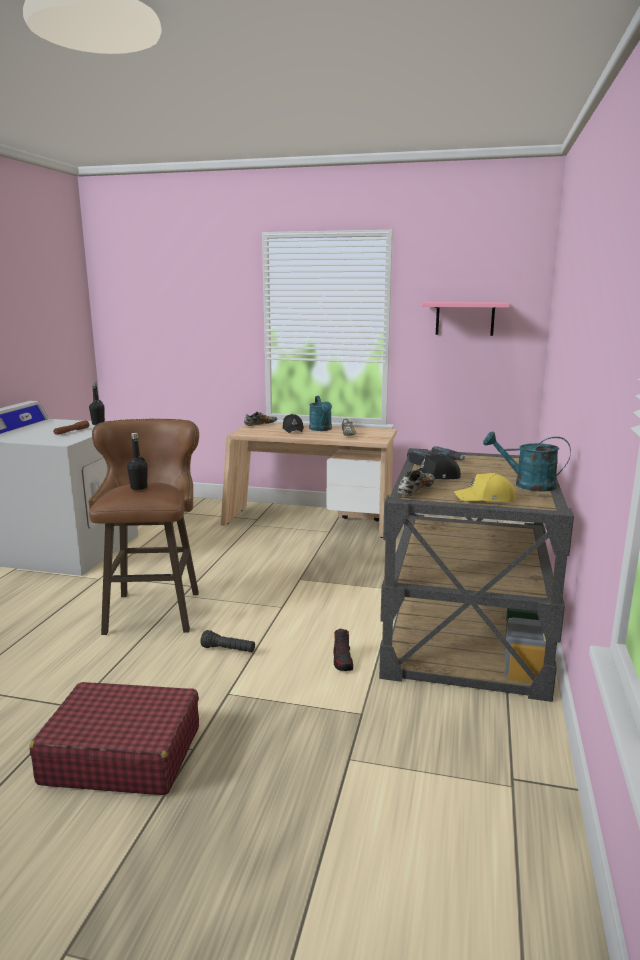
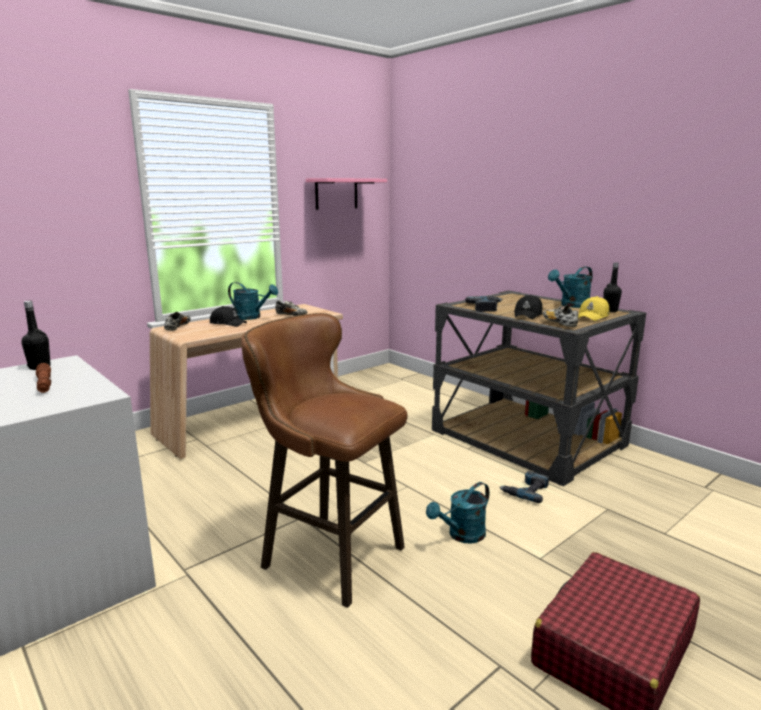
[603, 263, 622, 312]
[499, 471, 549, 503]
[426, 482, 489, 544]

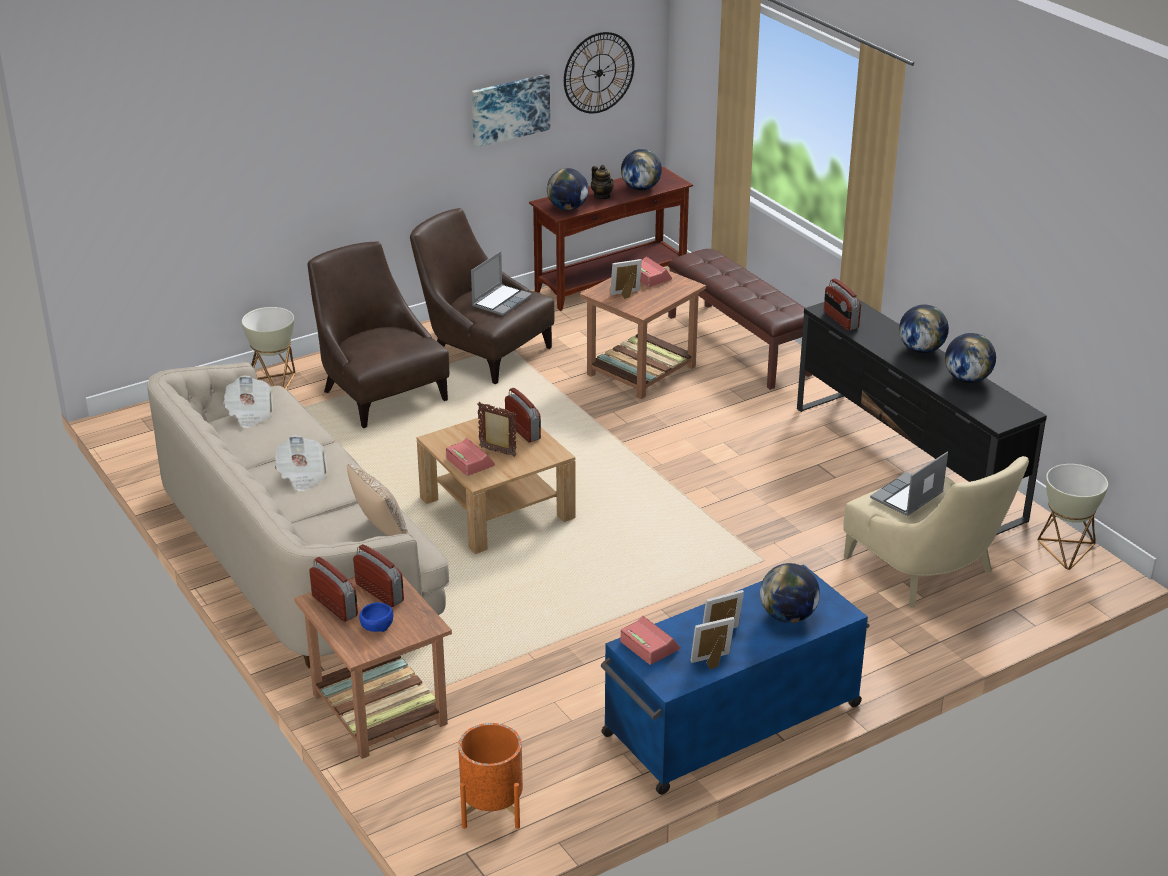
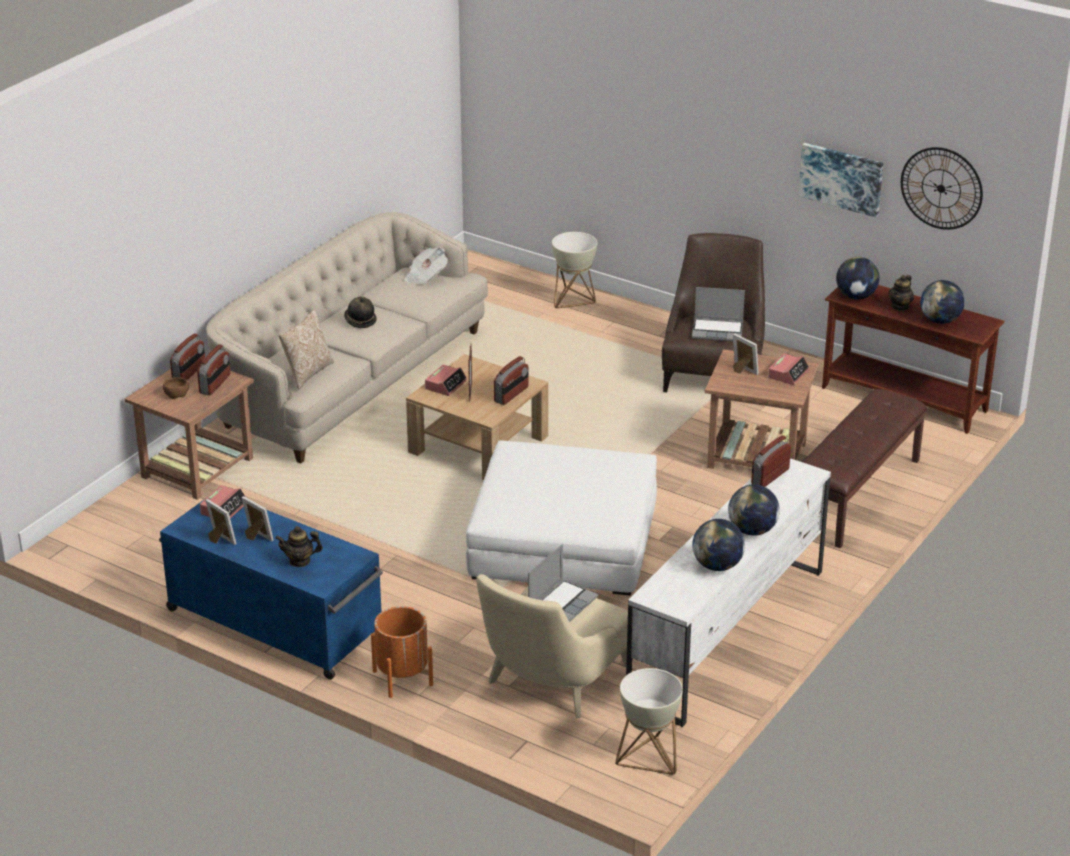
[308, 242, 449, 428] (first image)
[626, 458, 831, 727]
[344, 297, 377, 328]
[528, 544, 598, 622]
[275, 526, 323, 567]
[163, 377, 189, 399]
[371, 606, 433, 698]
[466, 440, 657, 596]

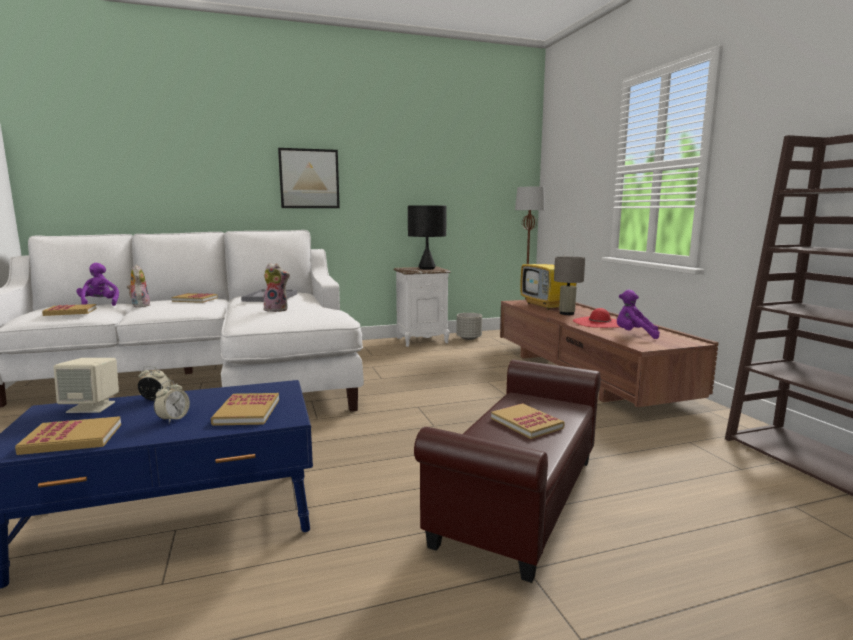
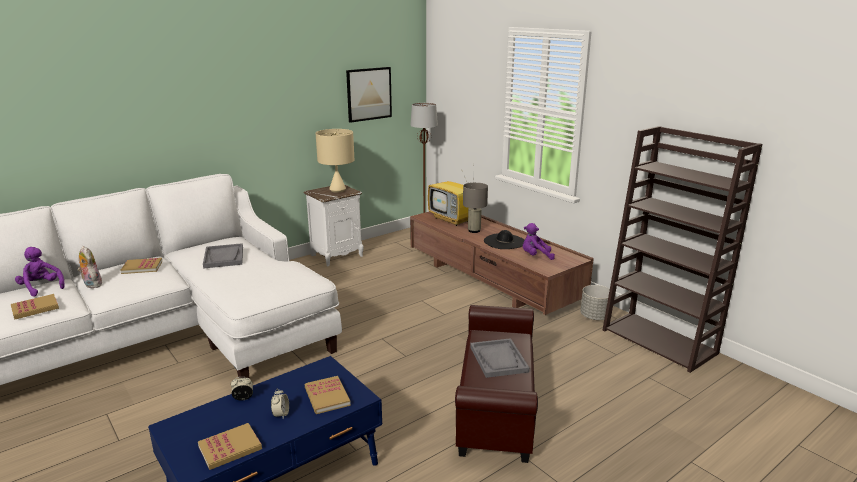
[346, 67, 392, 123]
[316, 129, 354, 193]
[263, 263, 290, 312] (first image)
[484, 230, 525, 249]
[580, 285, 610, 320]
[54, 358, 119, 413] (first image)
[470, 338, 529, 378]

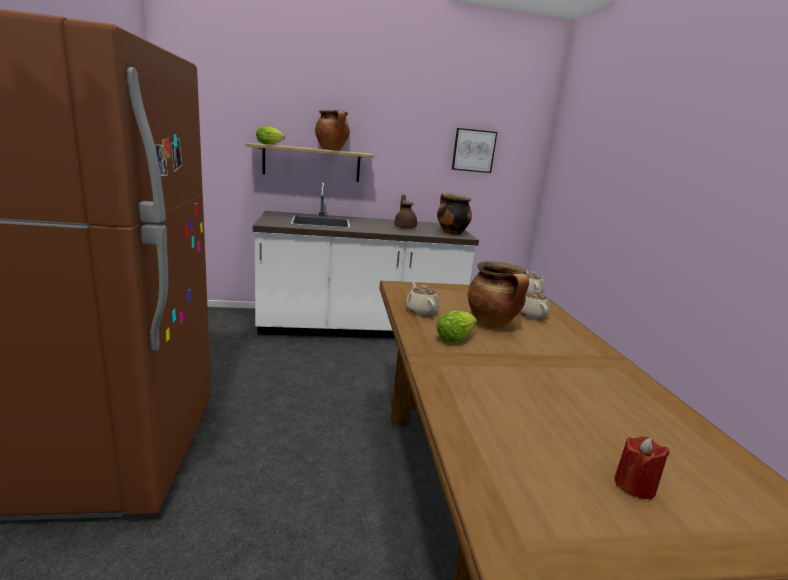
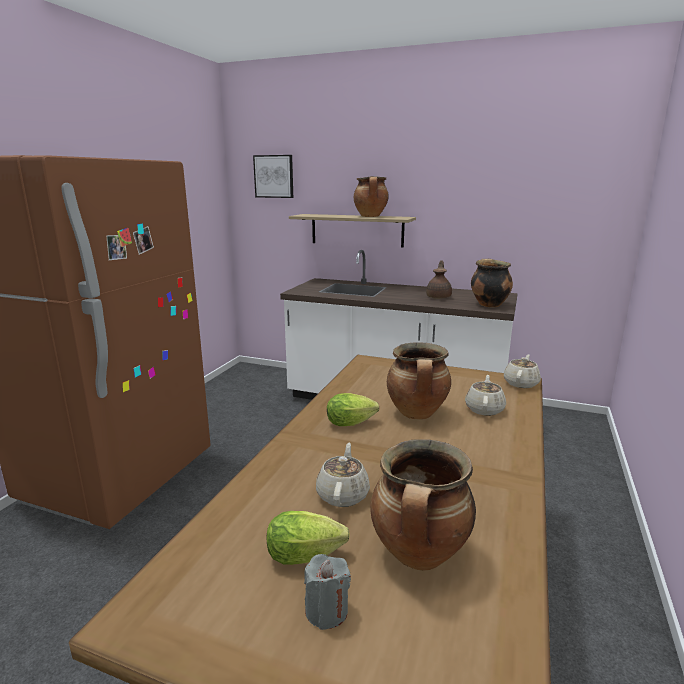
[267, 511, 350, 565]
[253, 155, 293, 198]
[316, 443, 370, 507]
[304, 554, 351, 630]
[370, 439, 476, 571]

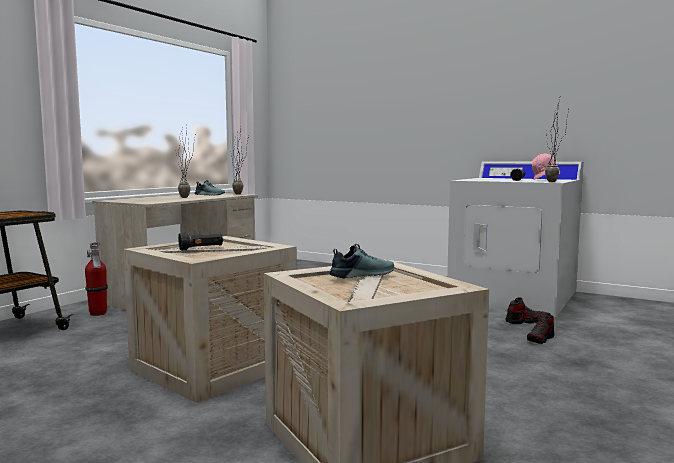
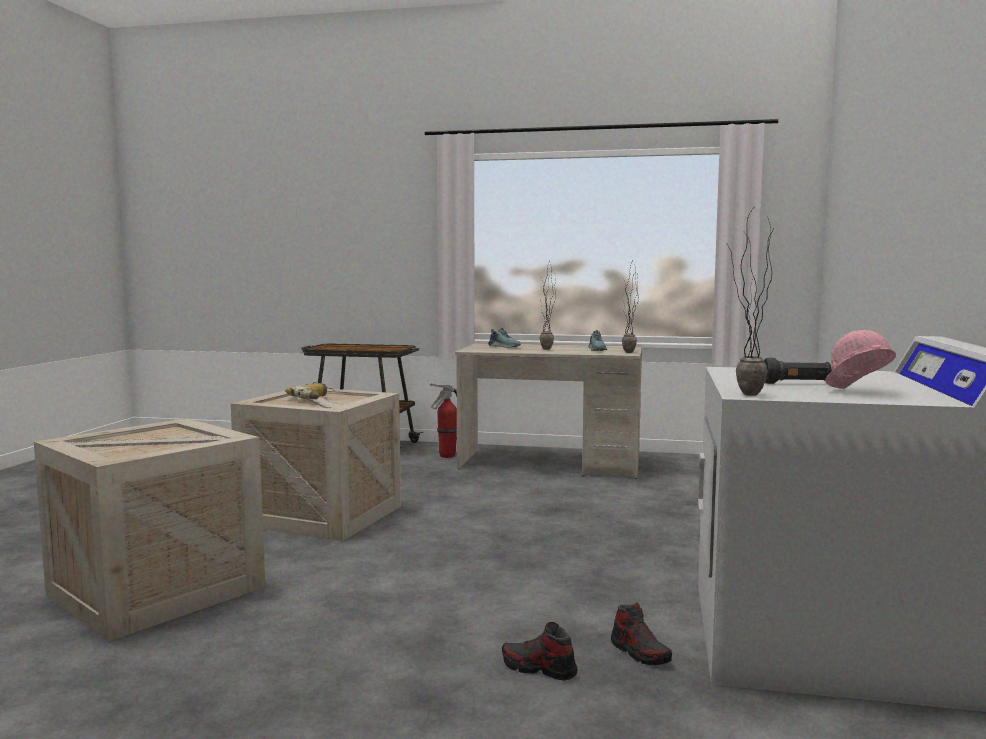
[285, 382, 335, 399]
[488, 328, 521, 348]

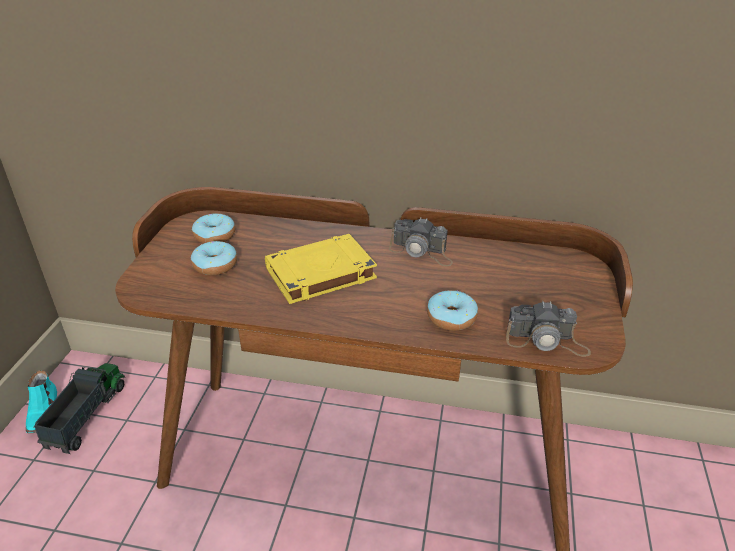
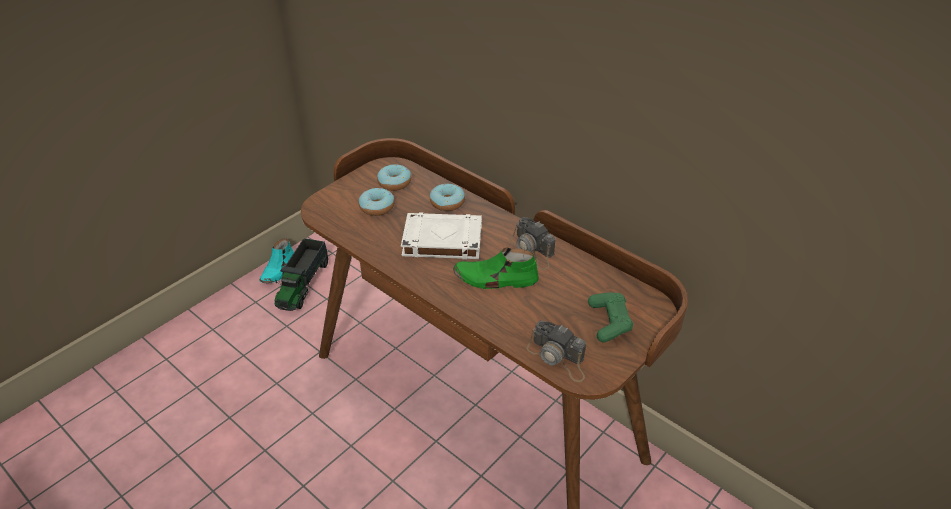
[401, 212, 482, 260]
[430, 184, 465, 211]
[275, 238, 328, 311]
[453, 247, 539, 289]
[588, 292, 633, 343]

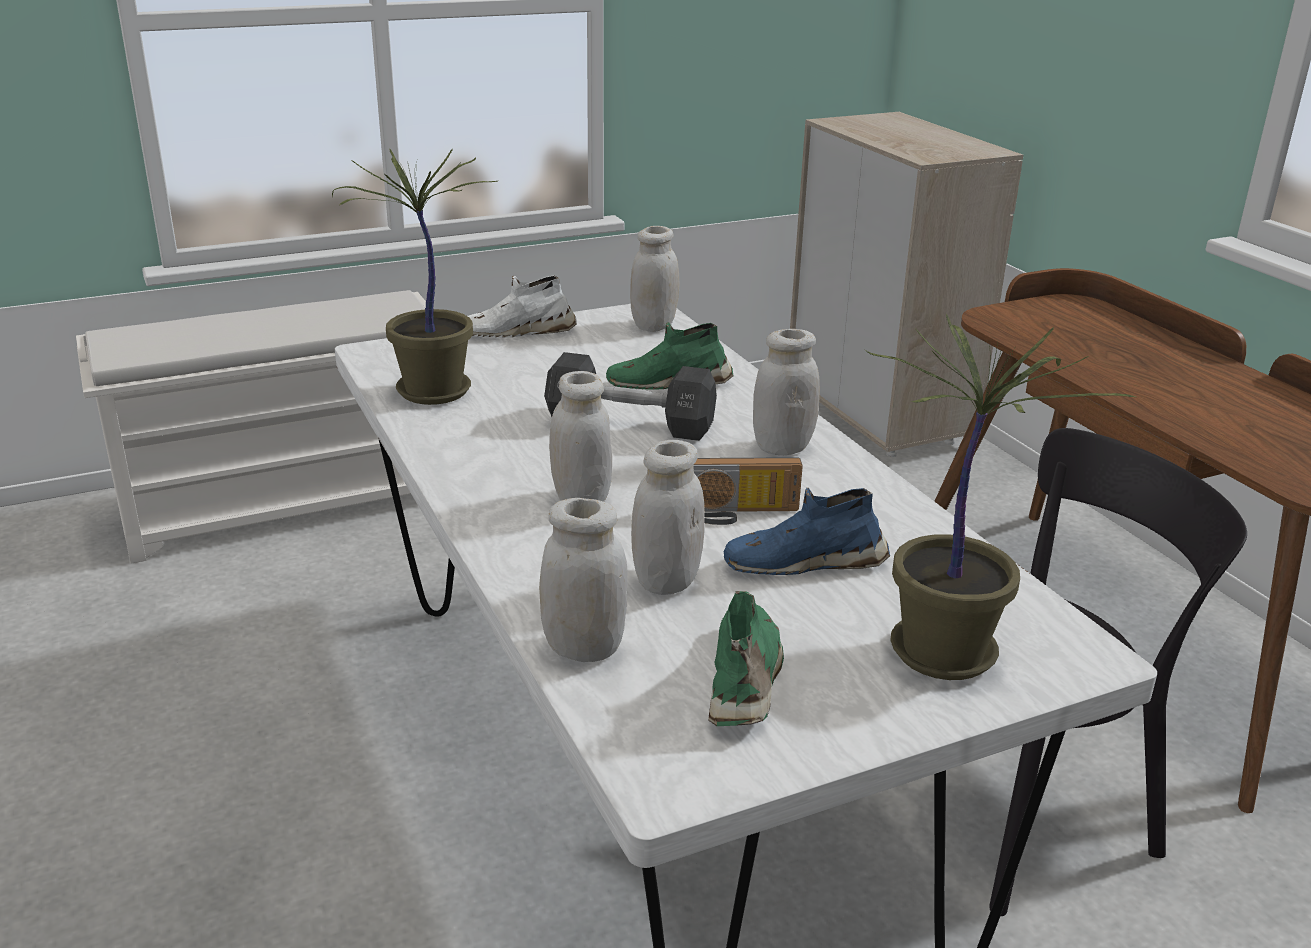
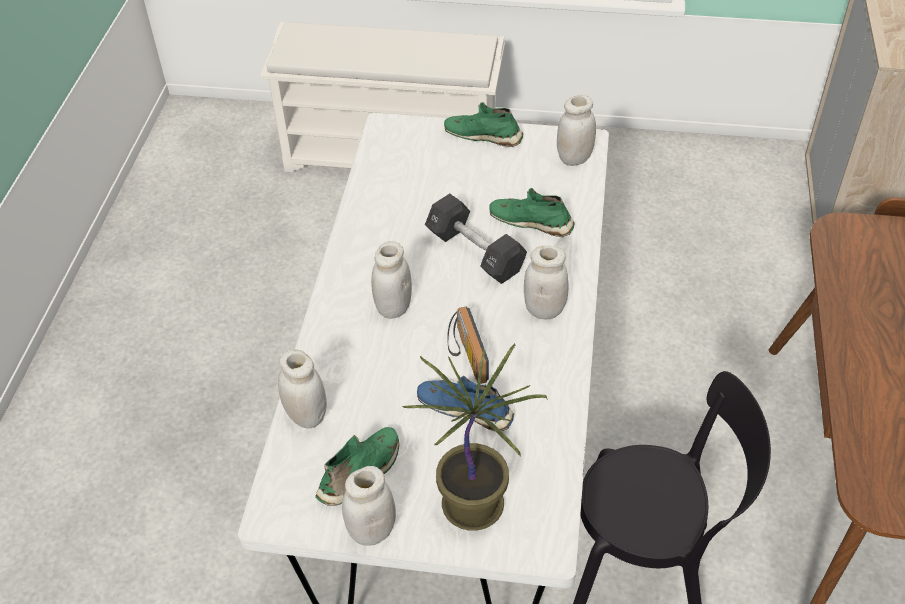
[332, 148, 499, 405] (first image)
[444, 102, 523, 147]
[342, 466, 396, 545]
[447, 306, 489, 384]

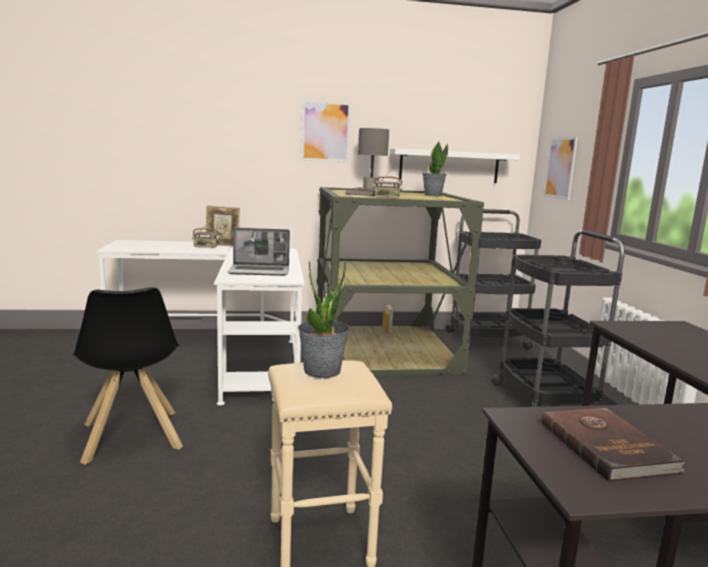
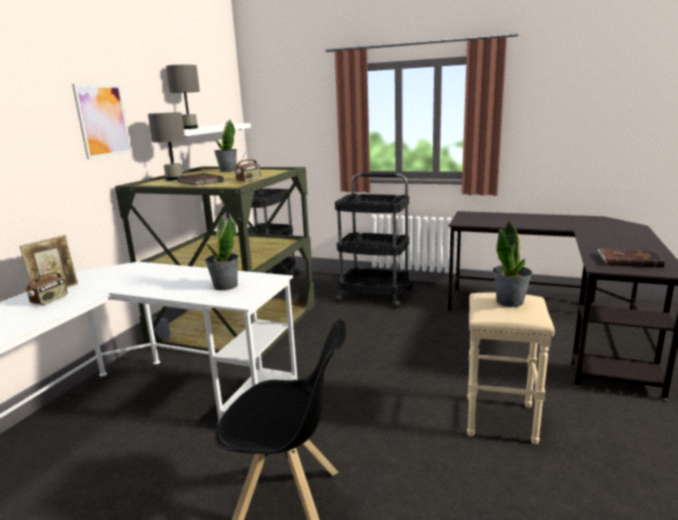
[543, 136, 578, 200] (first image)
[205, 216, 239, 290]
[166, 65, 200, 129]

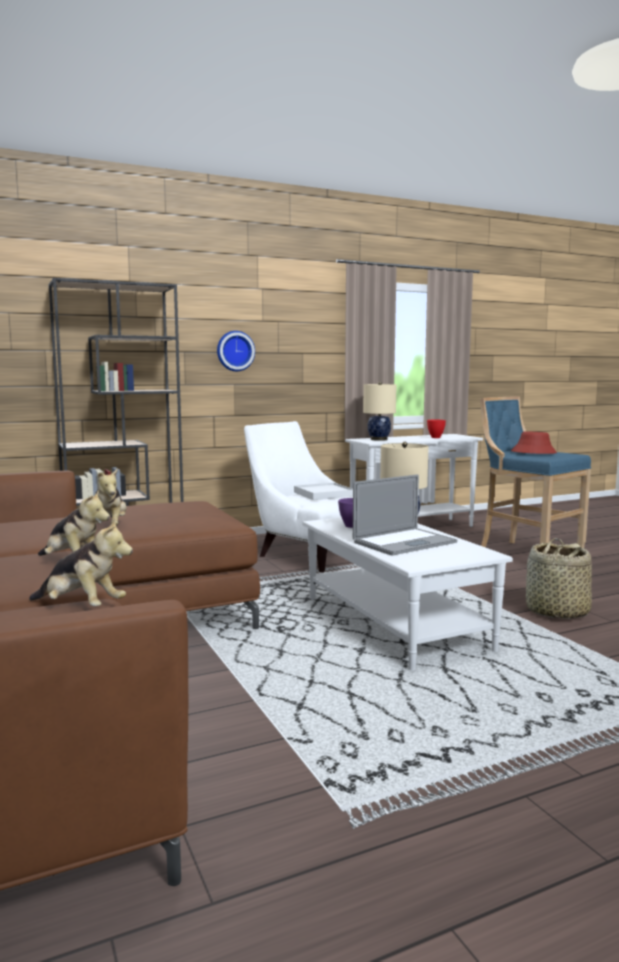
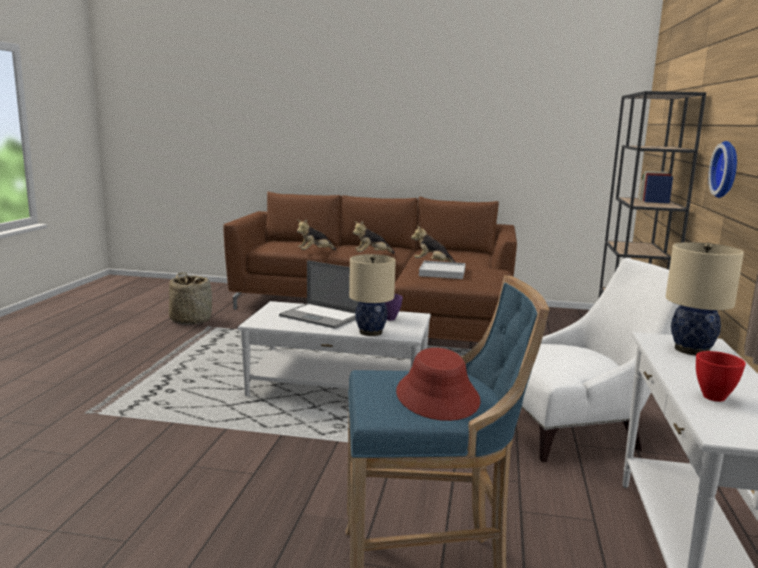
[279, 260, 359, 329]
[419, 261, 465, 279]
[169, 272, 212, 325]

